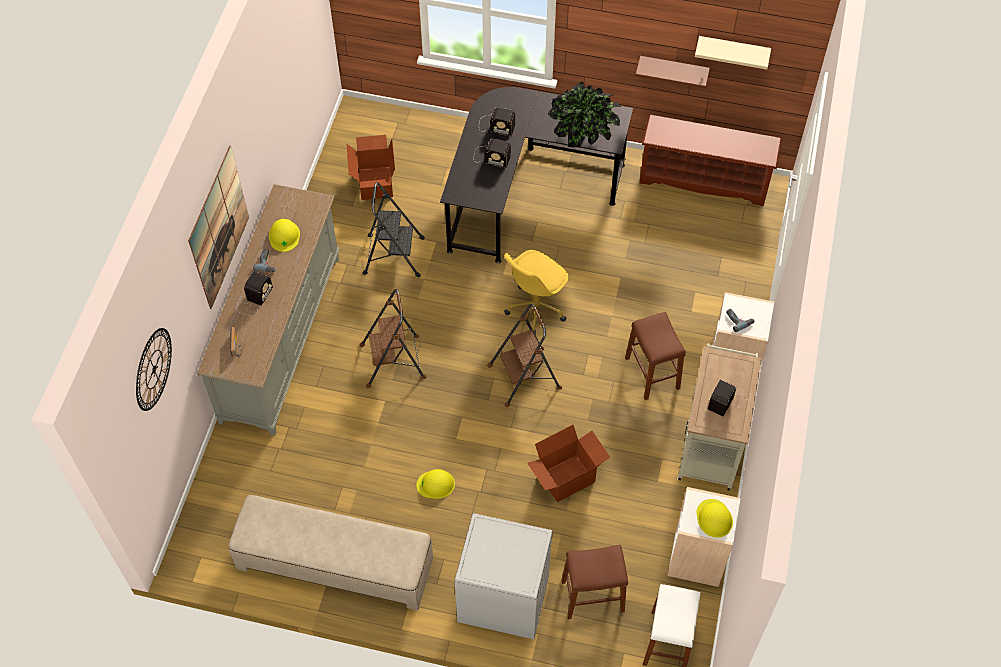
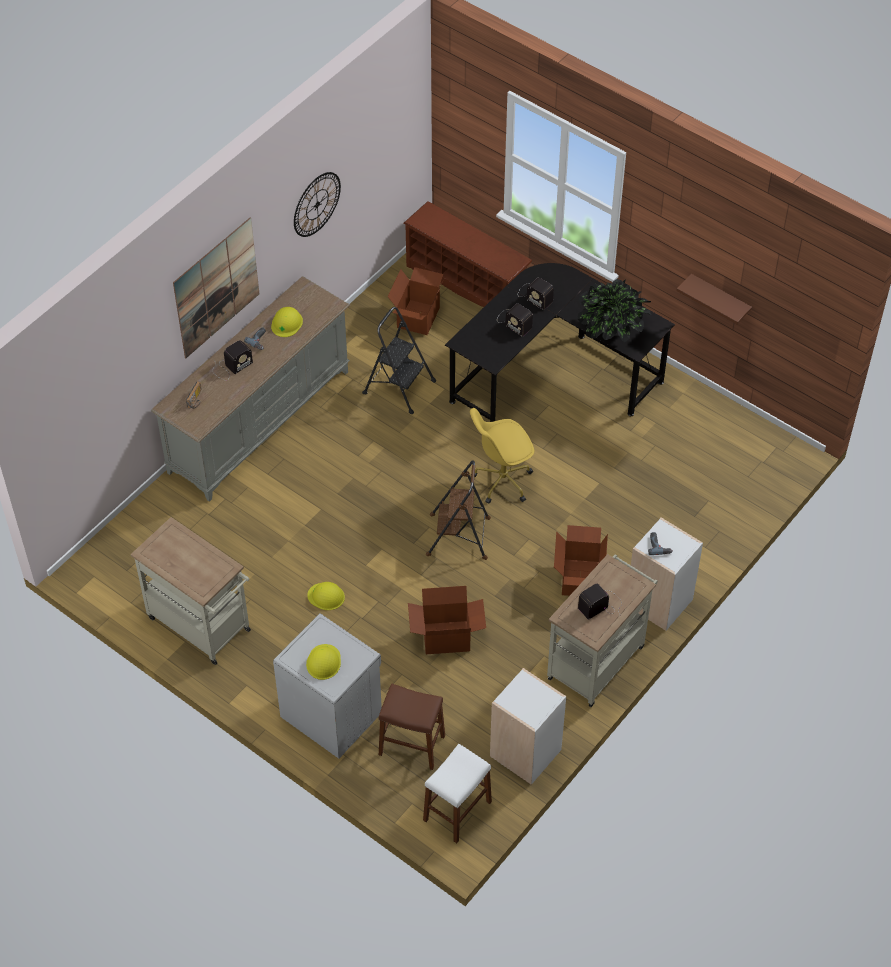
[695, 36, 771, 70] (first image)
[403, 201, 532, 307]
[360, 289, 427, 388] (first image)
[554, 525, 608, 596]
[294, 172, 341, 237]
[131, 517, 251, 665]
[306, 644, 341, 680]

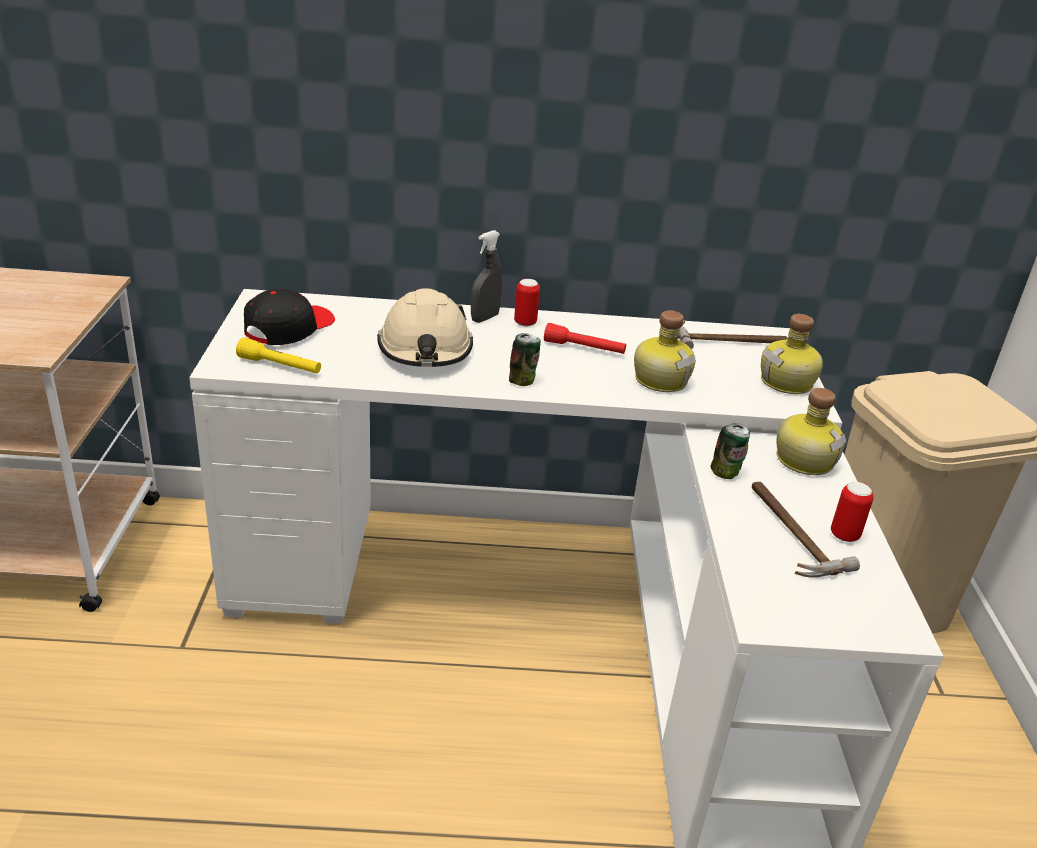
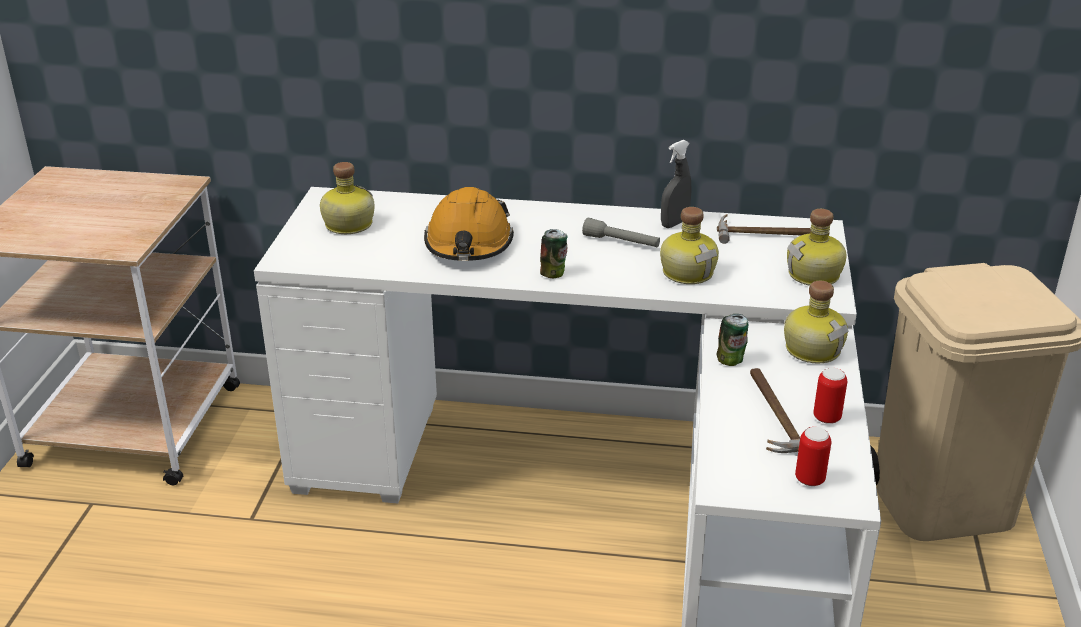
[661, 140, 692, 228]
[795, 427, 831, 486]
[320, 162, 375, 234]
[424, 187, 514, 261]
[582, 217, 660, 247]
[236, 337, 321, 373] (first image)

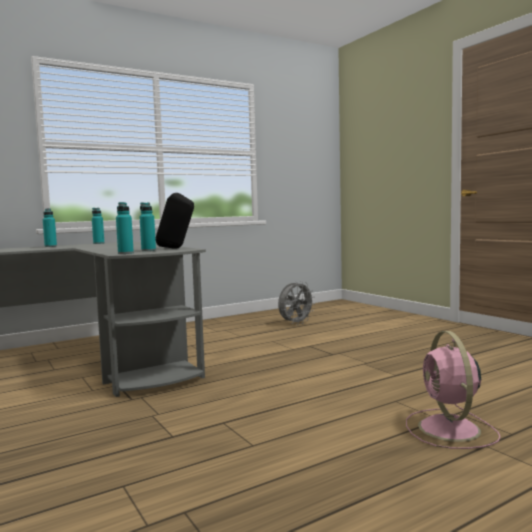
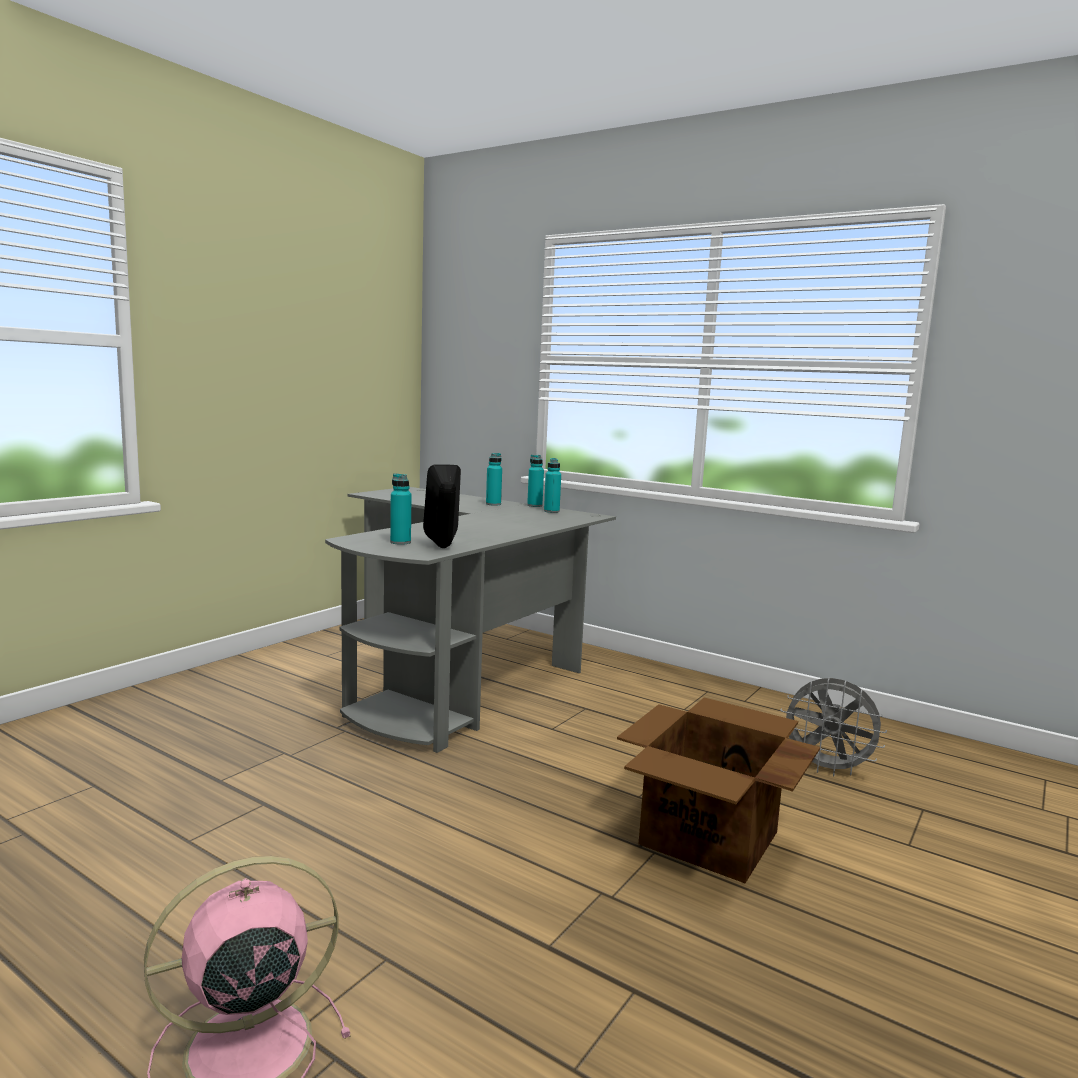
[527, 455, 544, 507]
[617, 697, 820, 883]

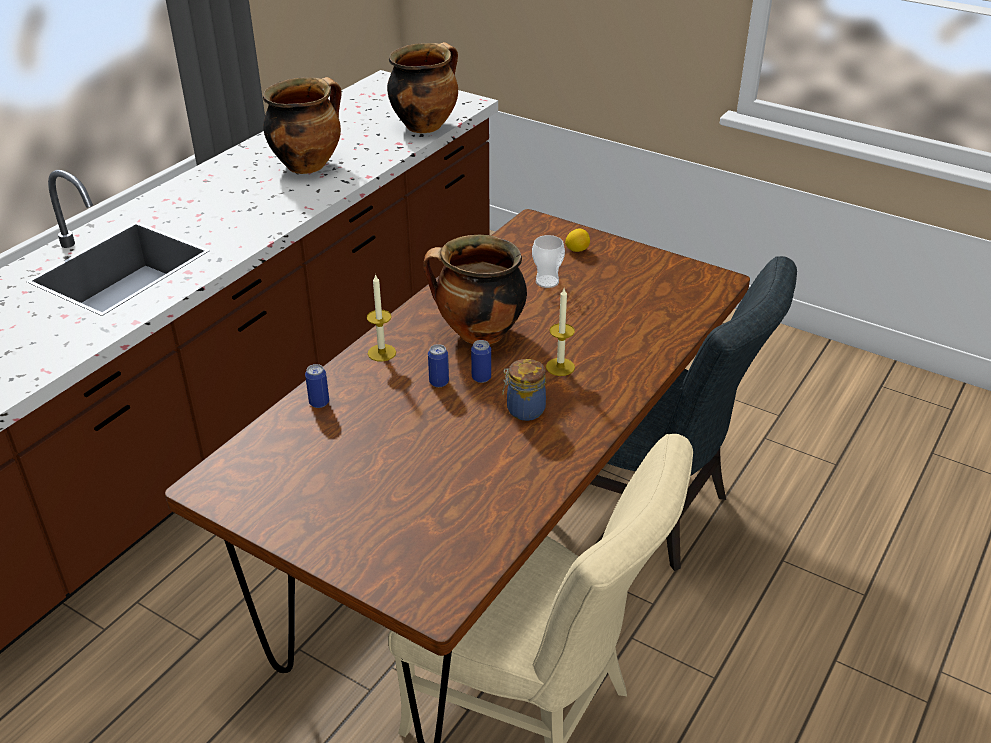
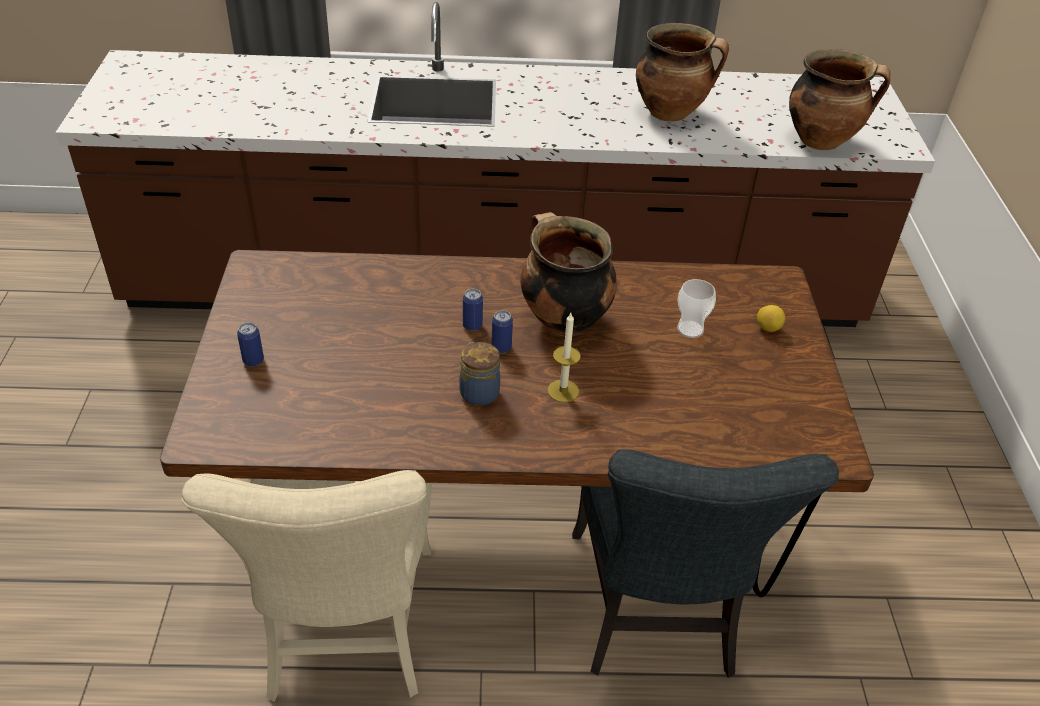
[366, 274, 396, 362] (first image)
[237, 322, 264, 367]

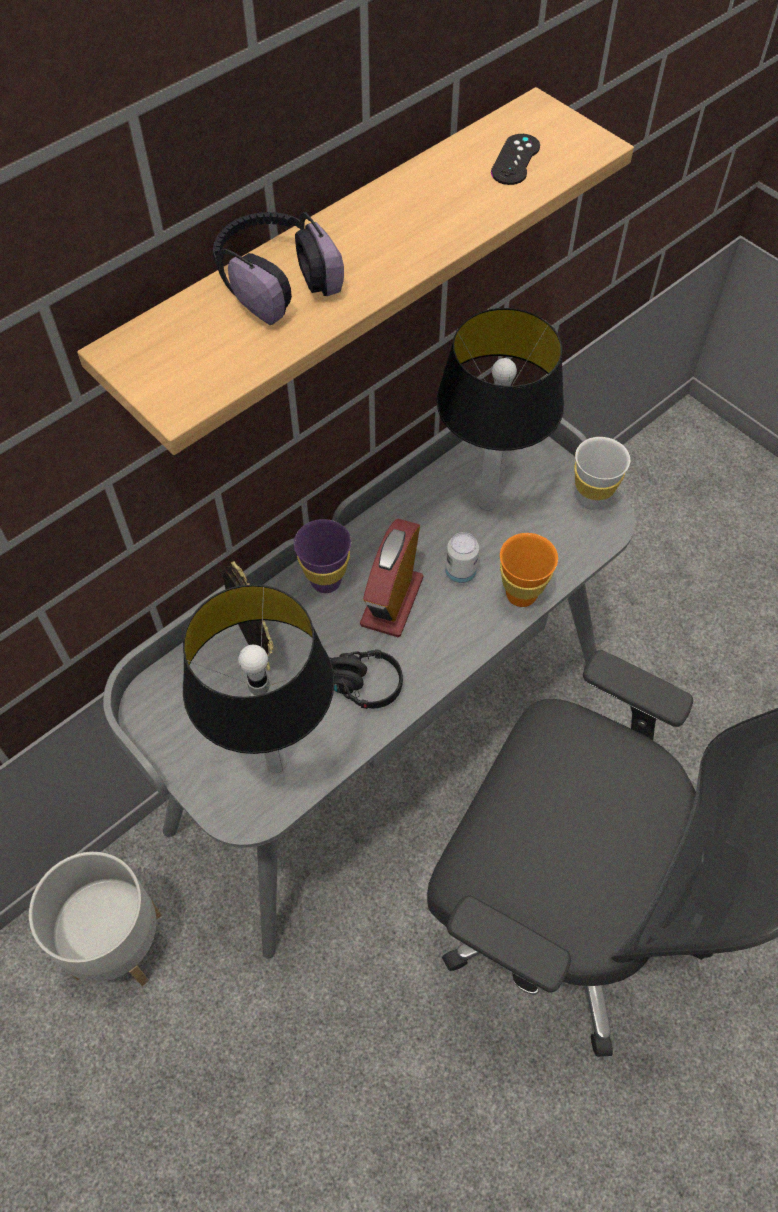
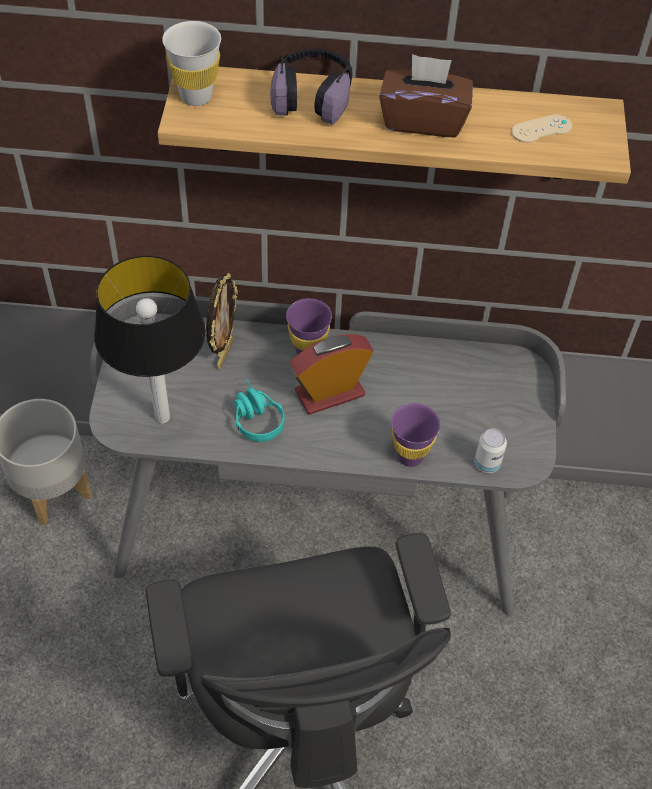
[511, 114, 572, 143]
[436, 308, 564, 510] (first image)
[162, 21, 221, 106]
[474, 429, 507, 473]
[391, 403, 440, 467]
[234, 377, 285, 442]
[379, 54, 473, 137]

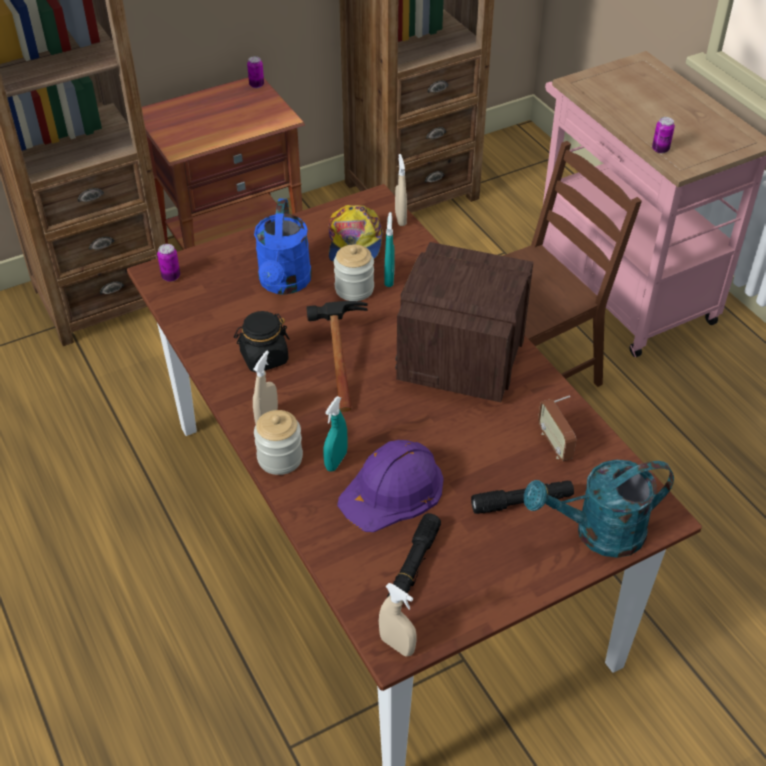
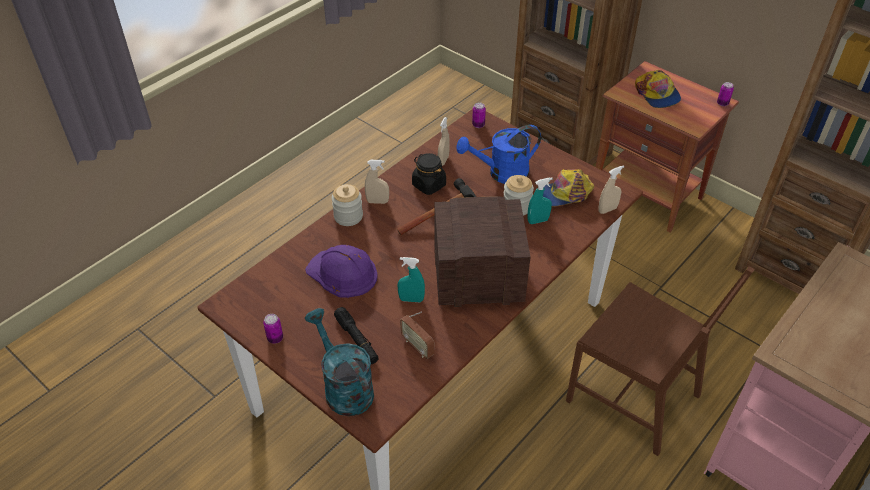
[263, 314, 283, 344]
[400, 311, 434, 359]
[397, 257, 425, 302]
[387, 513, 441, 603] (first image)
[438, 117, 450, 166]
[635, 70, 681, 108]

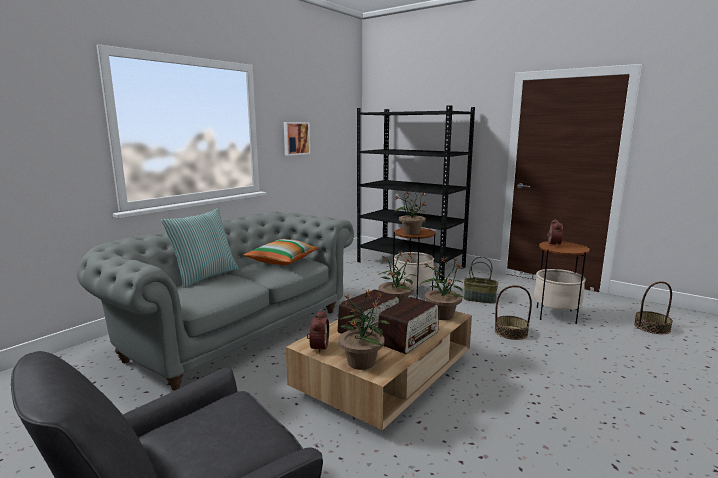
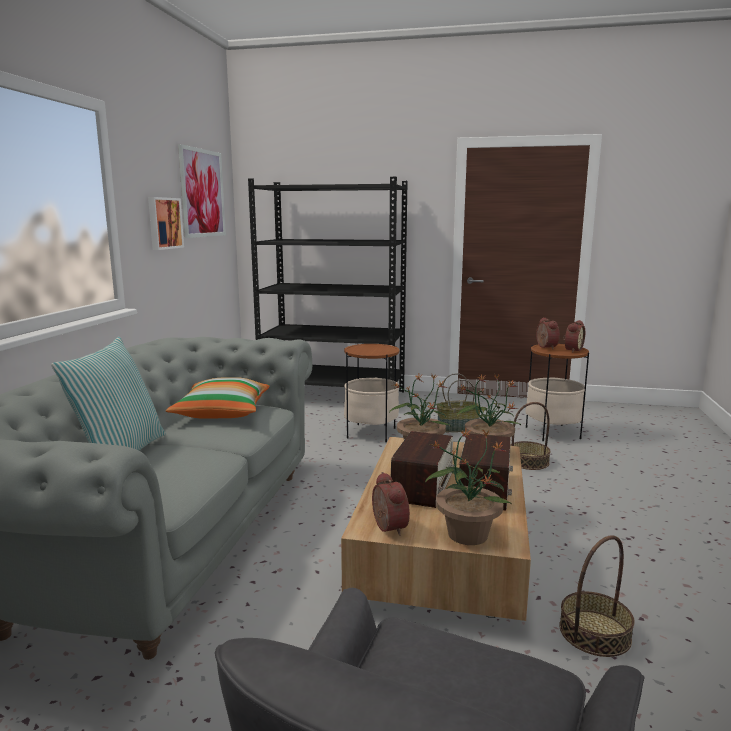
[394, 190, 429, 235] (first image)
[559, 535, 635, 657]
[178, 144, 226, 238]
[563, 320, 585, 353]

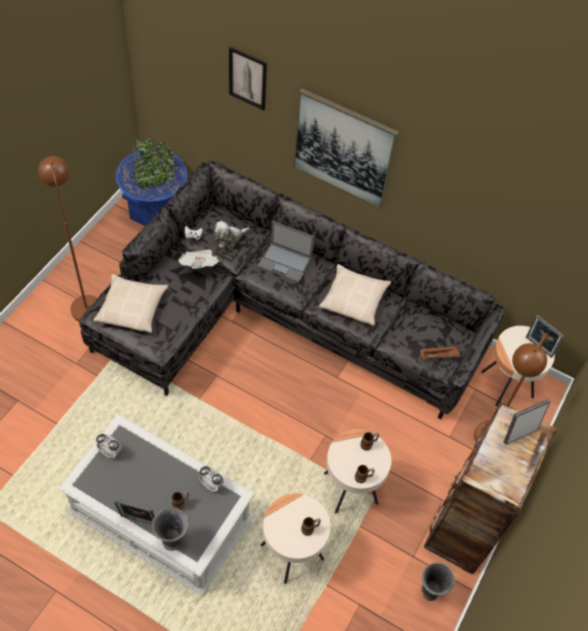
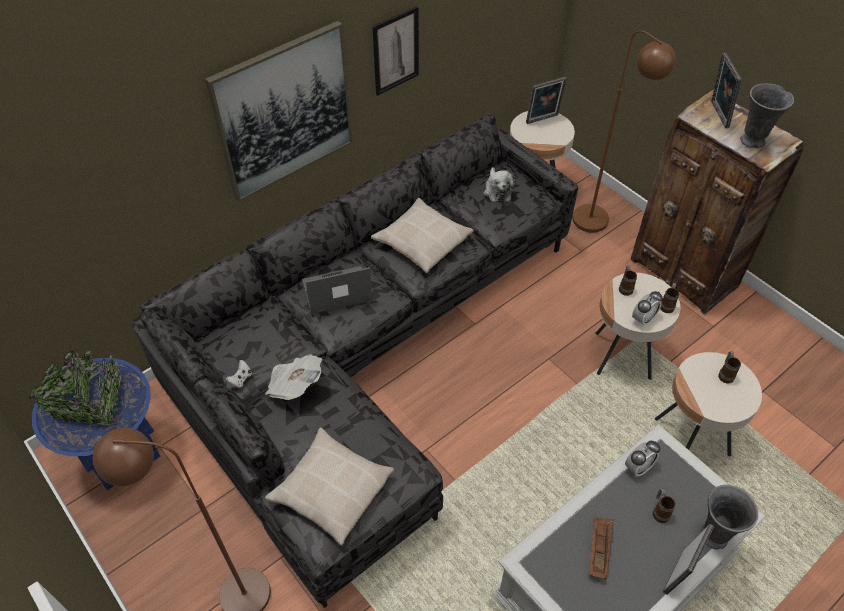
[372, 6, 419, 96]
[483, 167, 517, 203]
[302, 266, 373, 314]
[589, 518, 614, 579]
[632, 291, 662, 327]
[740, 83, 794, 148]

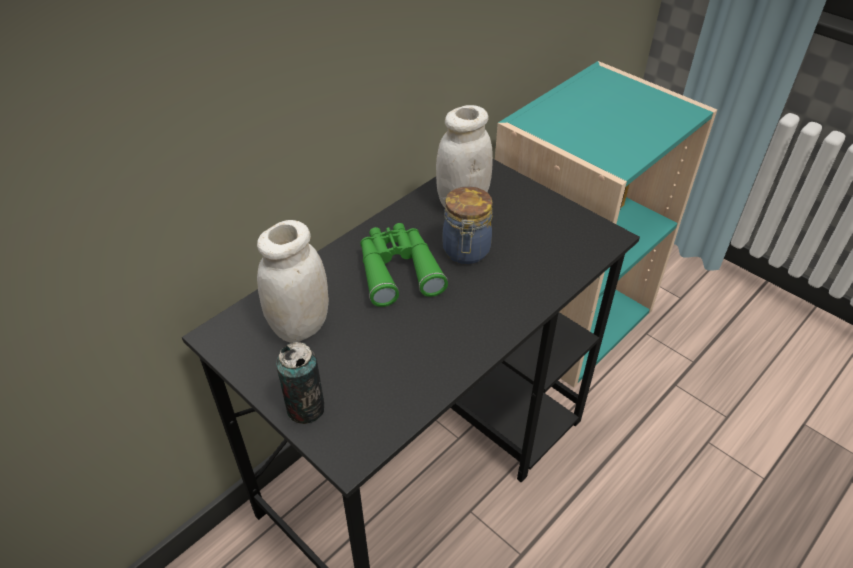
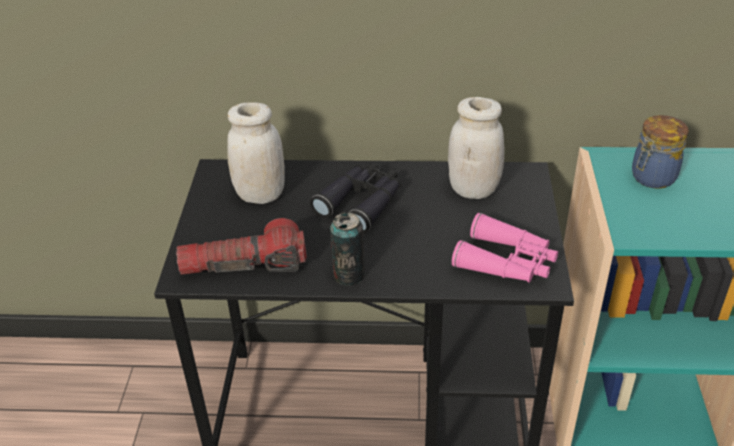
[632, 115, 689, 189]
[310, 162, 401, 233]
[330, 213, 365, 286]
[452, 213, 558, 283]
[176, 218, 307, 275]

